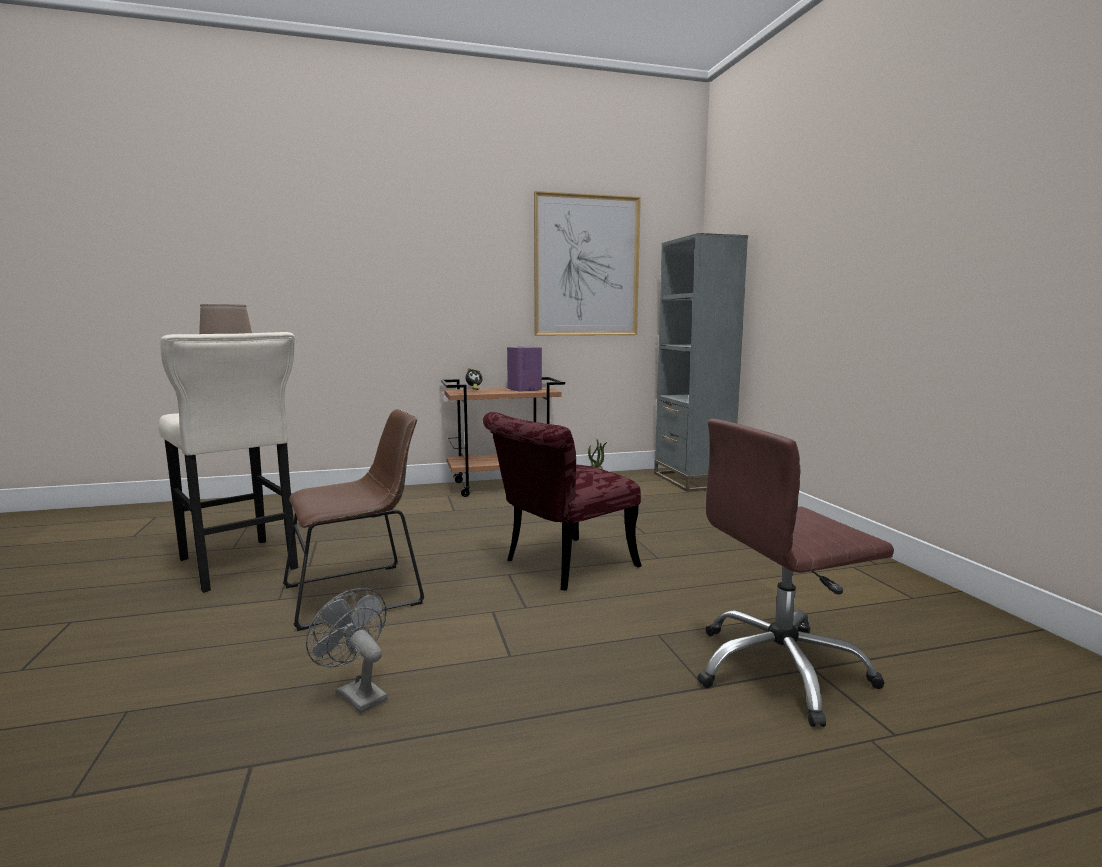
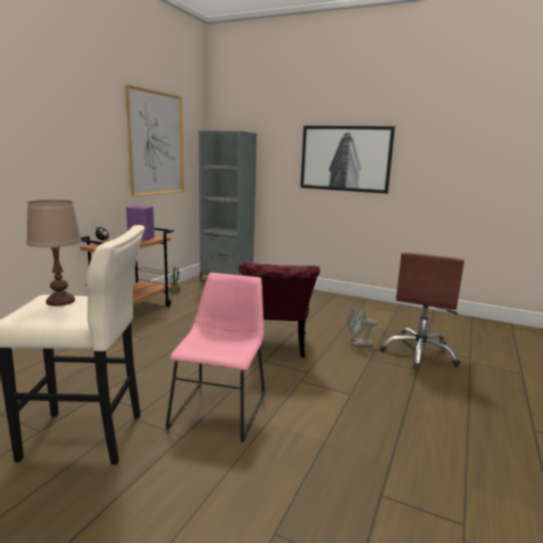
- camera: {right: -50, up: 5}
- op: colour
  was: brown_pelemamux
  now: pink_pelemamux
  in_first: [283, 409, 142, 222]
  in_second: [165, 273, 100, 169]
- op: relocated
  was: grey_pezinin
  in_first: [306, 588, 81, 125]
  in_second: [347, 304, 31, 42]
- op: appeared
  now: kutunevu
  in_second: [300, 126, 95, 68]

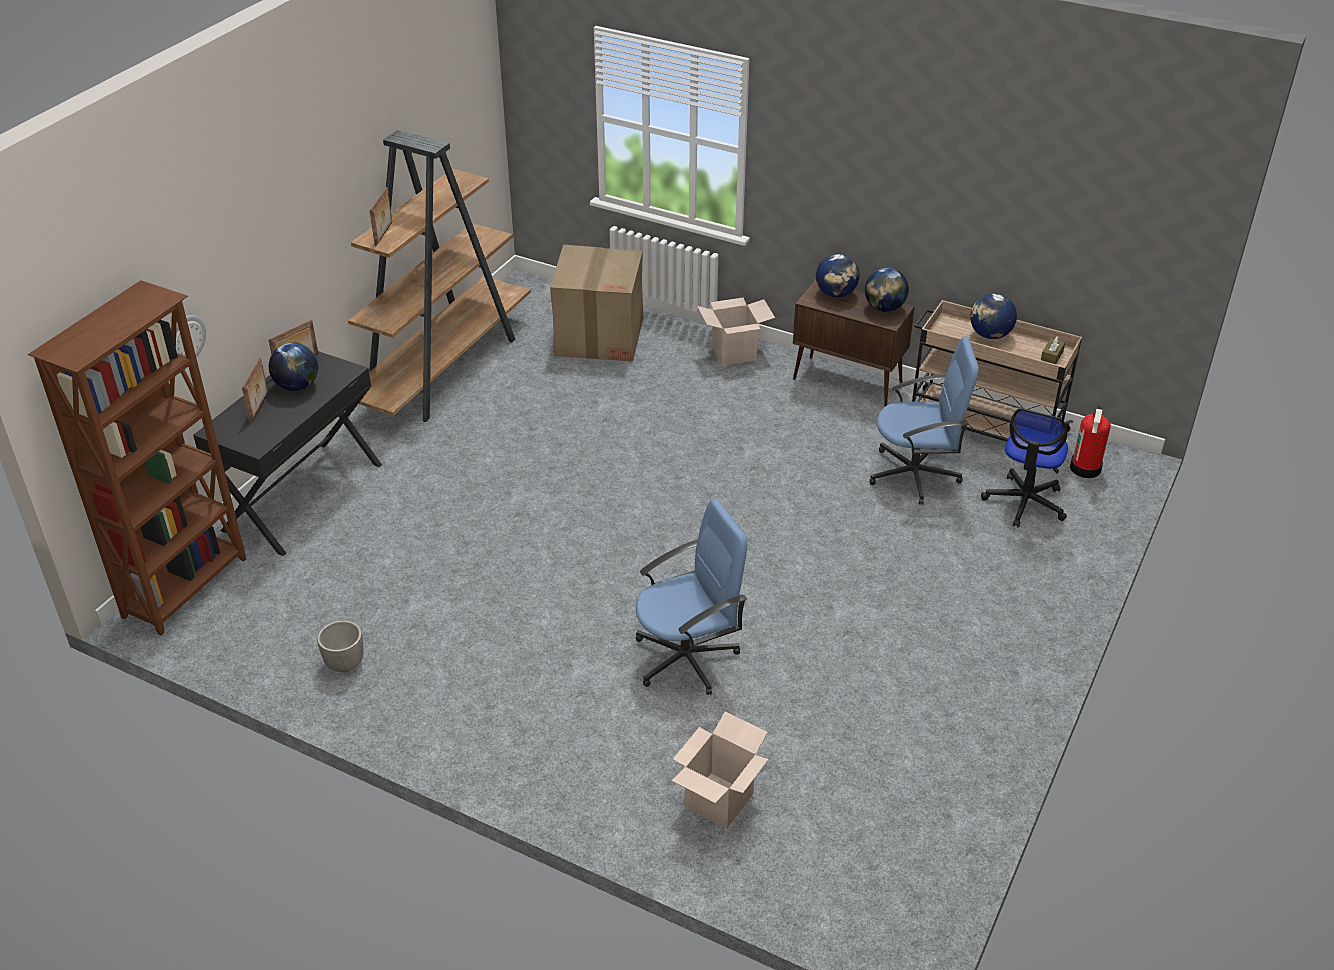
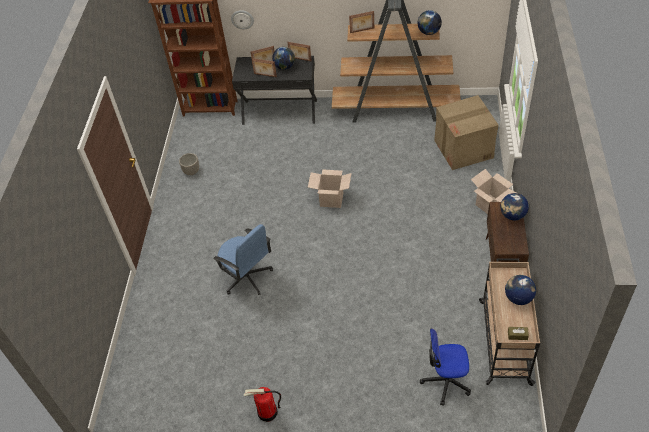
- camera: {right: 70, up: 10}
- op: relocated
  was: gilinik
  in_first: [865, 268, 44, 44]
  in_second: [418, 10, 24, 25]
- op: missing
  was: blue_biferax
  in_first: [869, 337, 110, 168]
- op: relocated
  was: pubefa
  in_first: [1070, 406, 41, 72]
  in_second: [244, 387, 37, 35]
- op: relocated
  was: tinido
  in_first: [672, 712, 97, 117]
  in_second: [308, 169, 43, 39]
- op: appeared
  now: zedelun
  in_second: [251, 58, 26, 19]

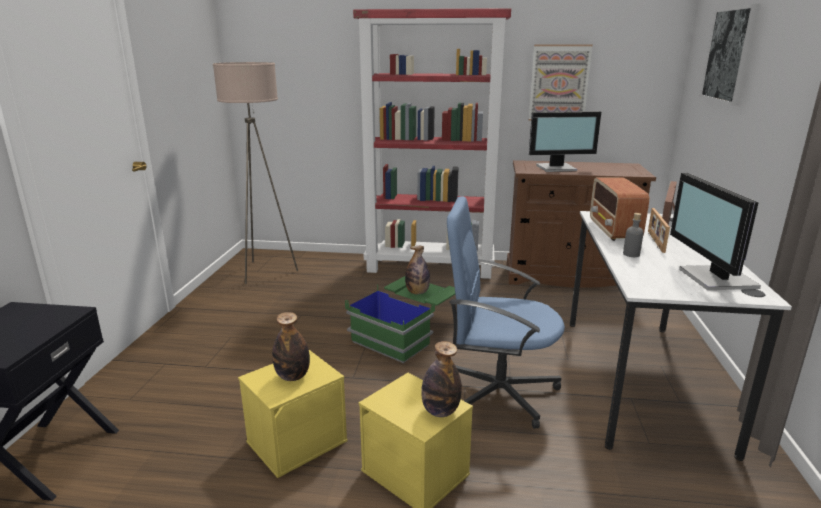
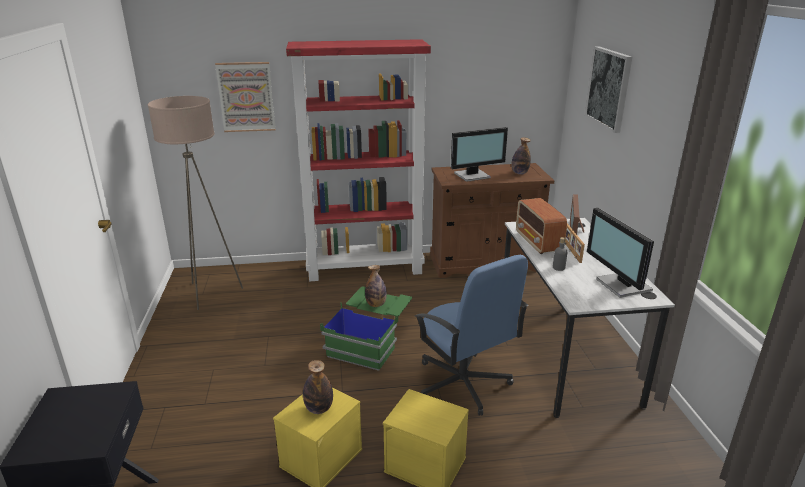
- camera: {right: -15, up: 5}
- op: relocated
  was: kutunevu
  in_first: [529, 44, 64, 76]
  in_second: [215, 62, 61, 70]
- op: spun
  was: blue_biferax
  in_first: [447, 197, 118, 232]
  in_second: [415, 255, 113, 161]
  clockwise: -120
- op: relocated
  was: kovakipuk
  in_first: [421, 341, 41, 76]
  in_second: [512, 137, 19, 37]

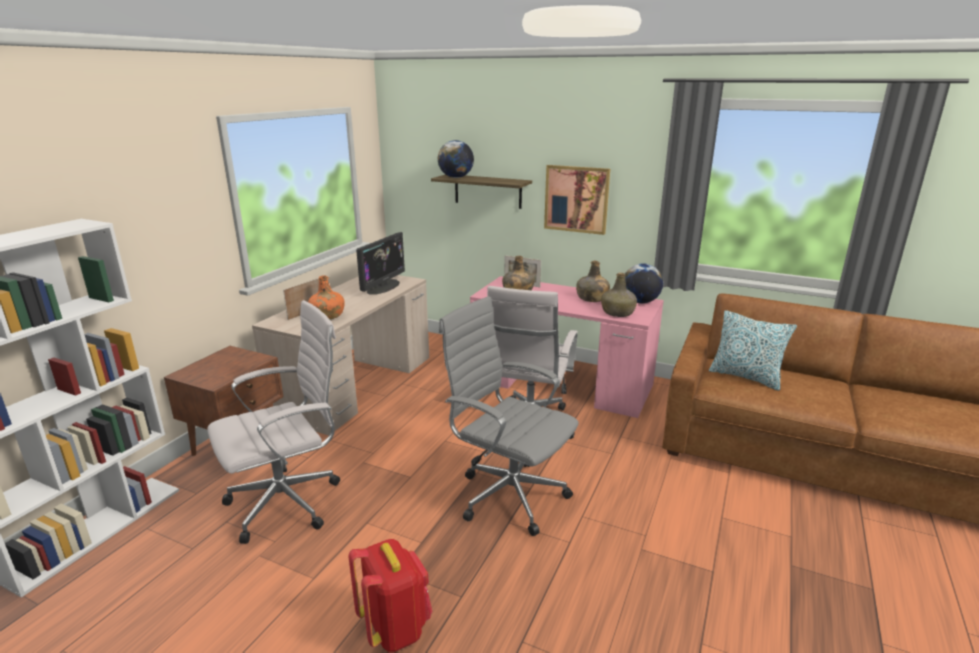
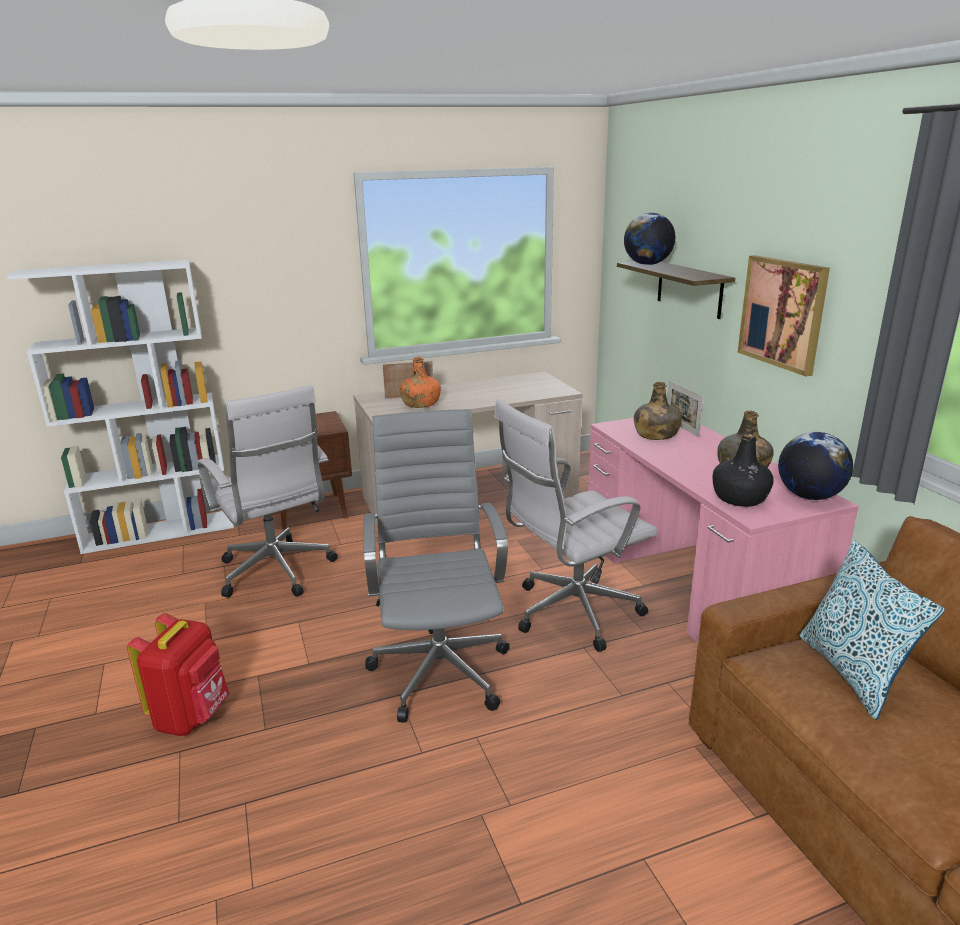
- camera: {right: 45, up: 0}
- op: missing
  was: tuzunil
  in_first: [356, 232, 49, 63]
- op: colour
  was: green_kovakipuk
  now: black_kovakipuk
  in_first: [601, 273, 36, 44]
  in_second: [713, 434, 61, 73]
- op: spun
  was: white_biferax
  in_first: [207, 300, 133, 244]
  in_second: [198, 385, 140, 212]
  clockwise: 45

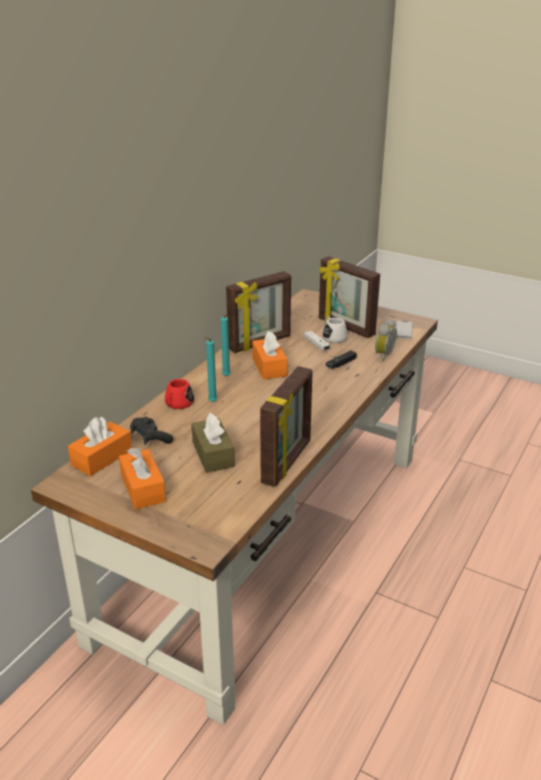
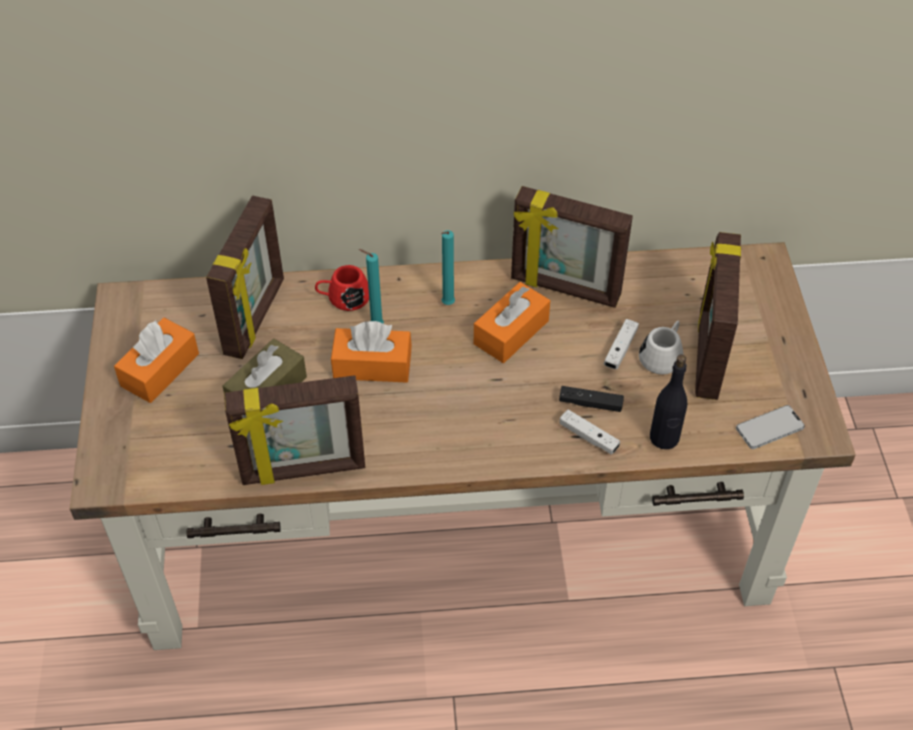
- camera: {right: 55, up: 20}
- op: exchanged
  was: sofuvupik
  now: black_kovakipuk
  in_first: [375, 319, 22, 42]
  in_second: [650, 354, 37, 95]
- op: exchanged
  was: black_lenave
  now: zedelun
  in_first: [130, 416, 43, 29]
  in_second: [206, 196, 78, 163]
- op: relocated
  was: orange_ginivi
  in_first: [68, 417, 64, 59]
  in_second: [331, 321, 81, 61]
- op: appeared
  now: white_lenave
  in_second: [559, 409, 61, 45]

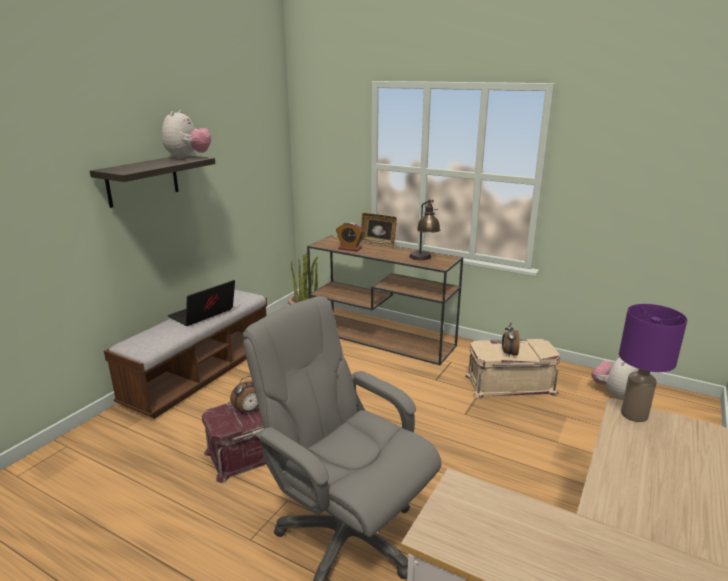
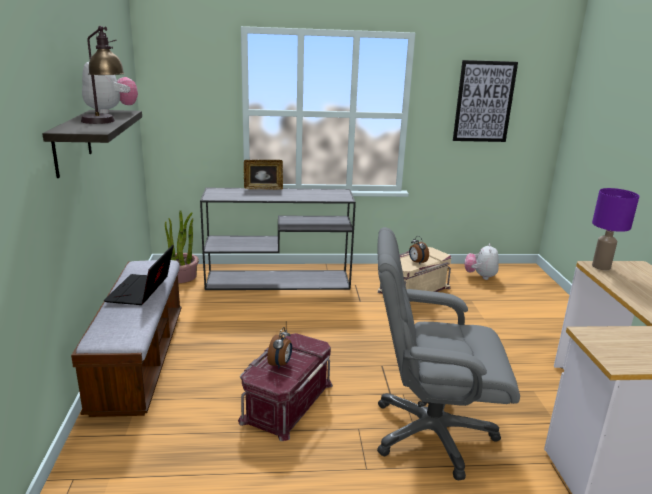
- camera: {right: -35, up: 0}
- op: relocated
  was: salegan
  in_first: [409, 199, 31, 61]
  in_second: [81, 26, 44, 98]
- op: missing
  was: sofuvupik
  in_first: [336, 222, 28, 29]
- op: colour
  was: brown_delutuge
  now: grey_delutuge
  in_first: [307, 235, 156, 130]
  in_second: [200, 188, 156, 102]
- op: appeared
  now: kutunevu
  in_second: [453, 60, 65, 82]

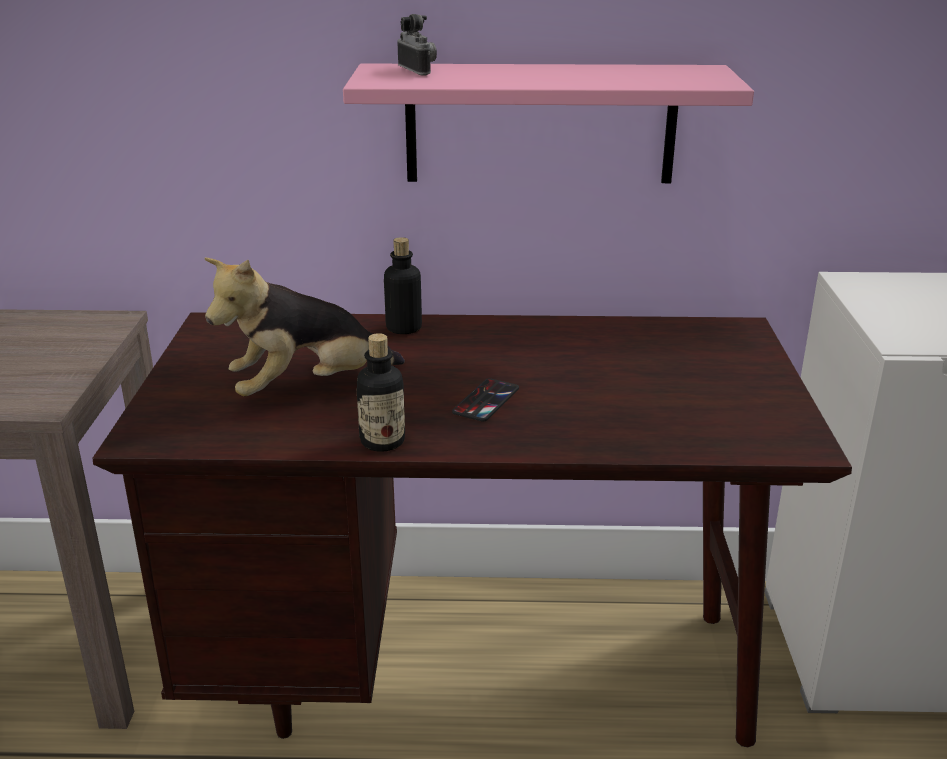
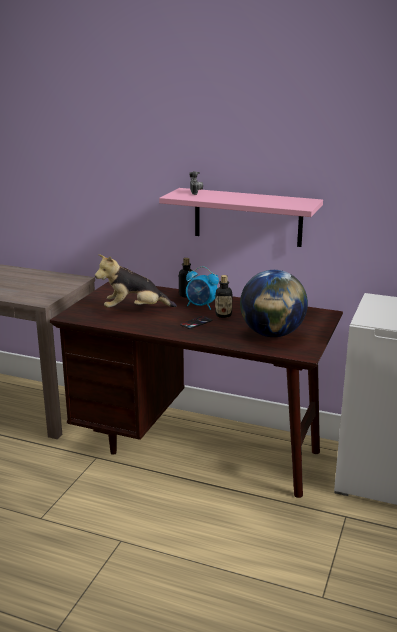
- camera: {right: 20, up: -5}
- op: relocated
  was: kovakipuk
  in_first: [356, 333, 49, 119]
  in_second: [215, 275, 18, 43]
- op: appeared
  now: sofuvupik
  in_second: [186, 266, 33, 44]
- op: appeared
  now: gilinik
  in_second: [240, 270, 68, 67]

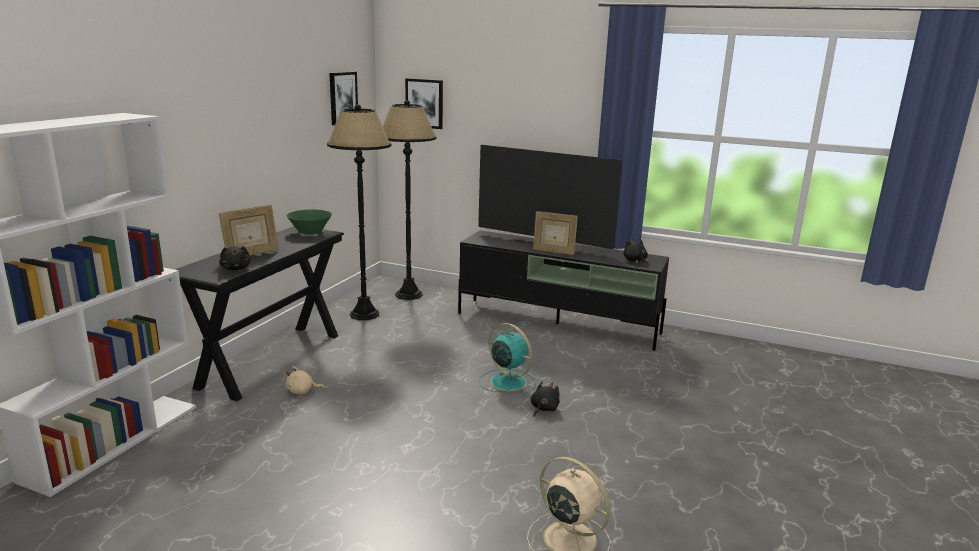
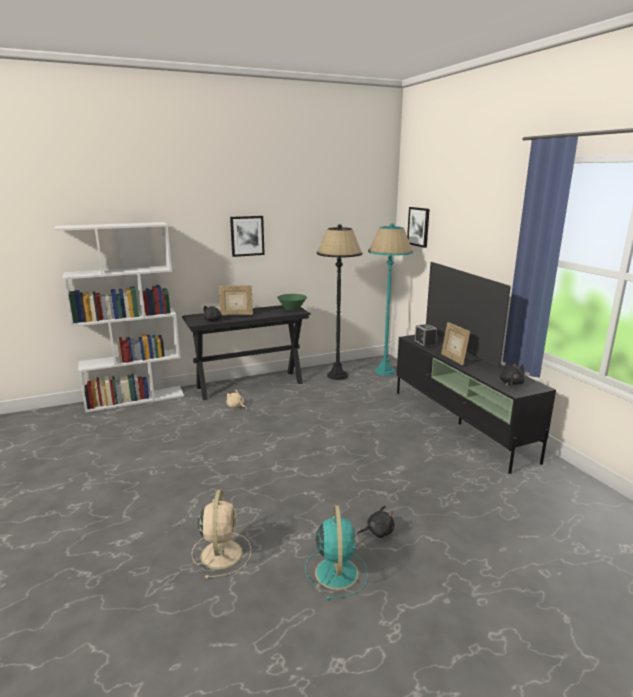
- camera: {right: 45, up: 0}
- op: relocated
  was: kutunevu
  in_first: [330, 72, 28, 53]
  in_second: [230, 216, 35, 41]
- op: colour
  was: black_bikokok
  now: turquoise_bikokok
  in_first: [383, 100, 54, 200]
  in_second: [368, 223, 45, 153]
- op: relocated
  was: turquoise_pezinin
  in_first: [479, 323, 57, 73]
  in_second: [305, 505, 63, 95]
- op: relocated
  was: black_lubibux
  in_first: [530, 381, 30, 36]
  in_second: [357, 506, 37, 32]
- op: appeared
  now: sofuvupik
  in_second: [414, 324, 23, 24]

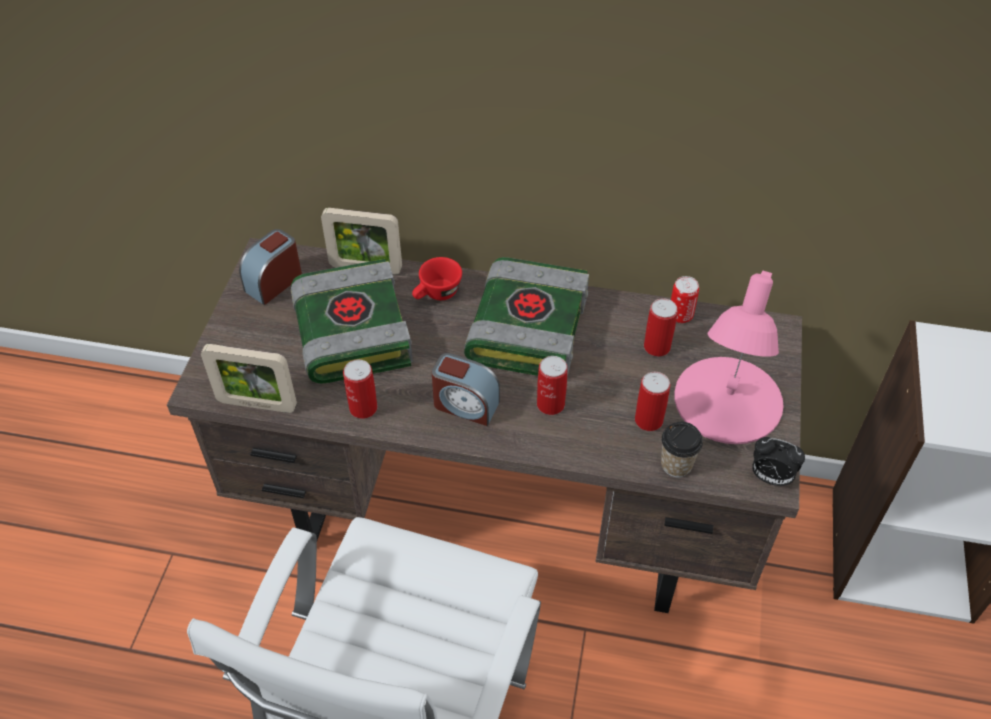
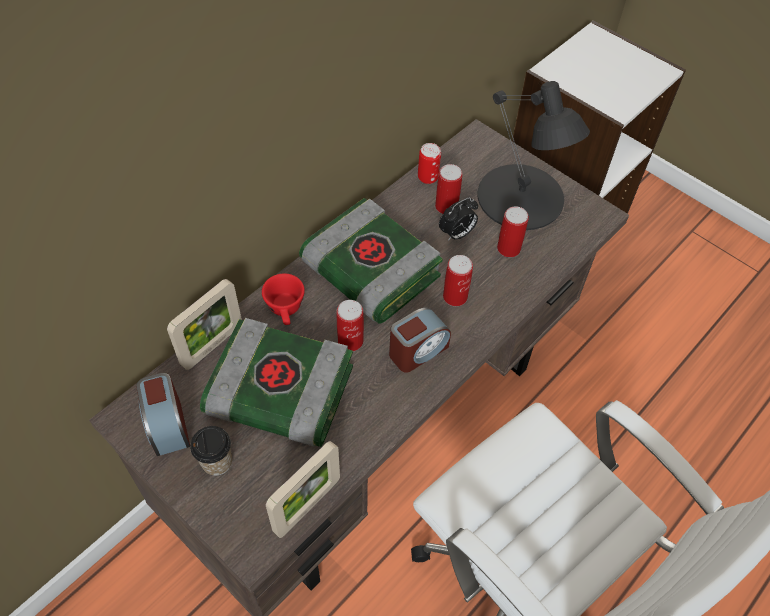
- camera: {right: -60, up: 5}
- op: colour
  was: pink_salegan
  now: black_salegan
  in_first: [674, 270, 110, 174]
  in_second: [478, 81, 112, 149]
- op: relocated
  was: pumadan
  in_first: [343, 359, 34, 60]
  in_second: [337, 300, 27, 51]
- op: relocated
  was: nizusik
  in_first: [661, 422, 42, 55]
  in_second: [190, 426, 42, 50]
- op: relocated
  was: sofuvupik
  in_first: [752, 437, 53, 49]
  in_second: [439, 197, 39, 44]

